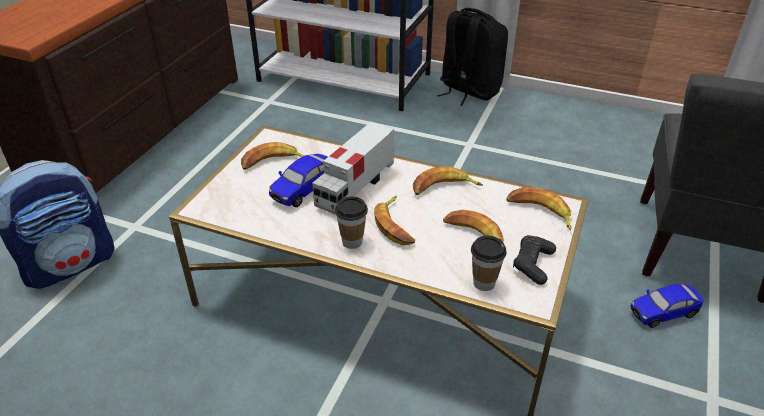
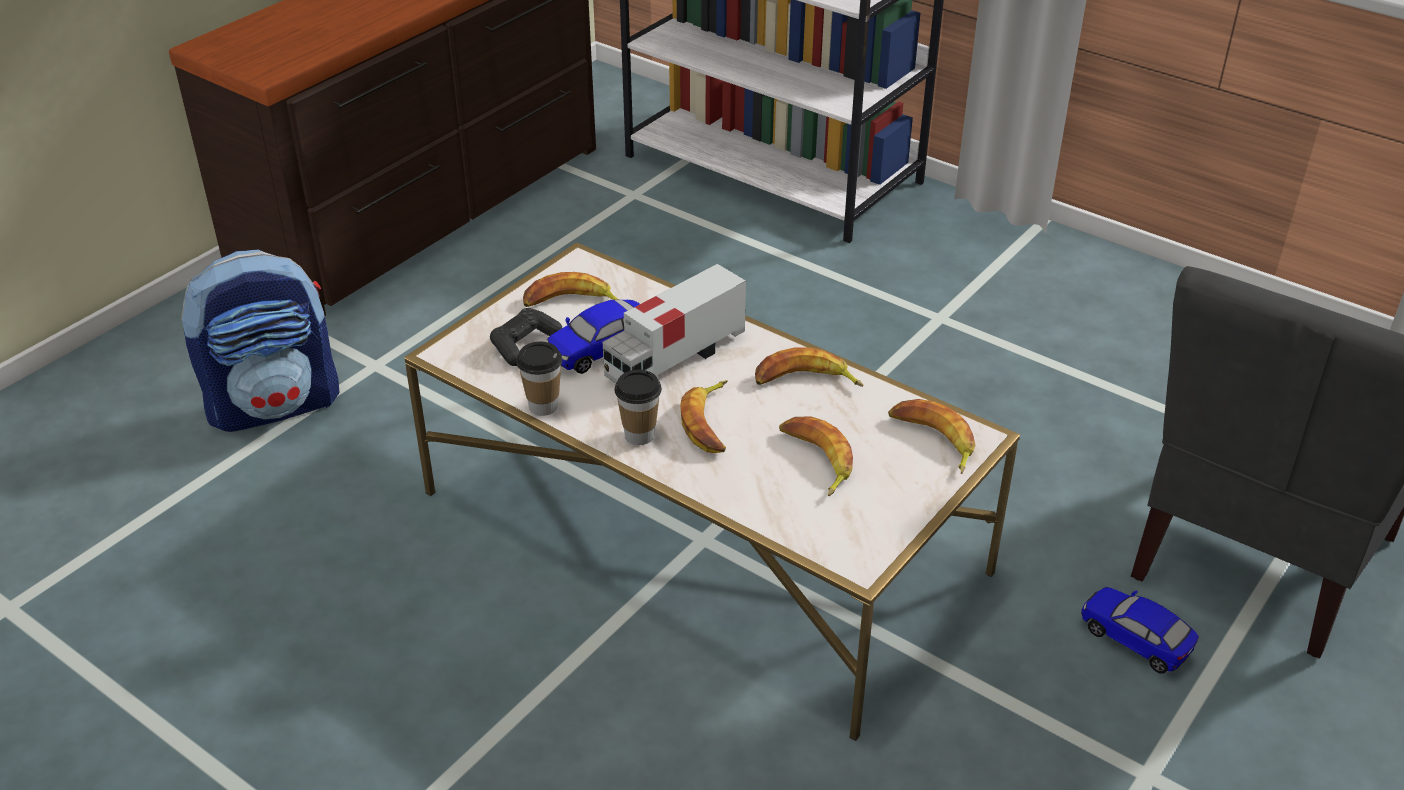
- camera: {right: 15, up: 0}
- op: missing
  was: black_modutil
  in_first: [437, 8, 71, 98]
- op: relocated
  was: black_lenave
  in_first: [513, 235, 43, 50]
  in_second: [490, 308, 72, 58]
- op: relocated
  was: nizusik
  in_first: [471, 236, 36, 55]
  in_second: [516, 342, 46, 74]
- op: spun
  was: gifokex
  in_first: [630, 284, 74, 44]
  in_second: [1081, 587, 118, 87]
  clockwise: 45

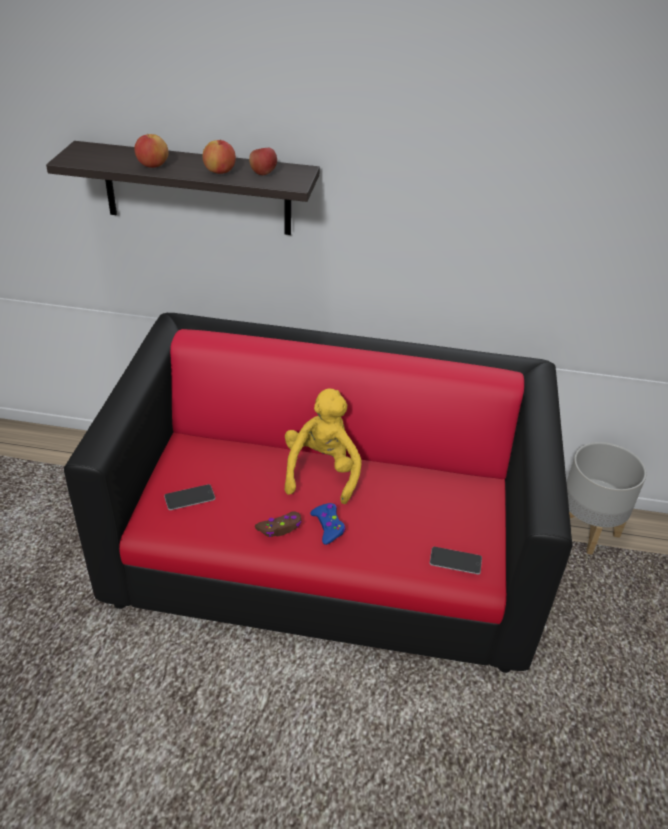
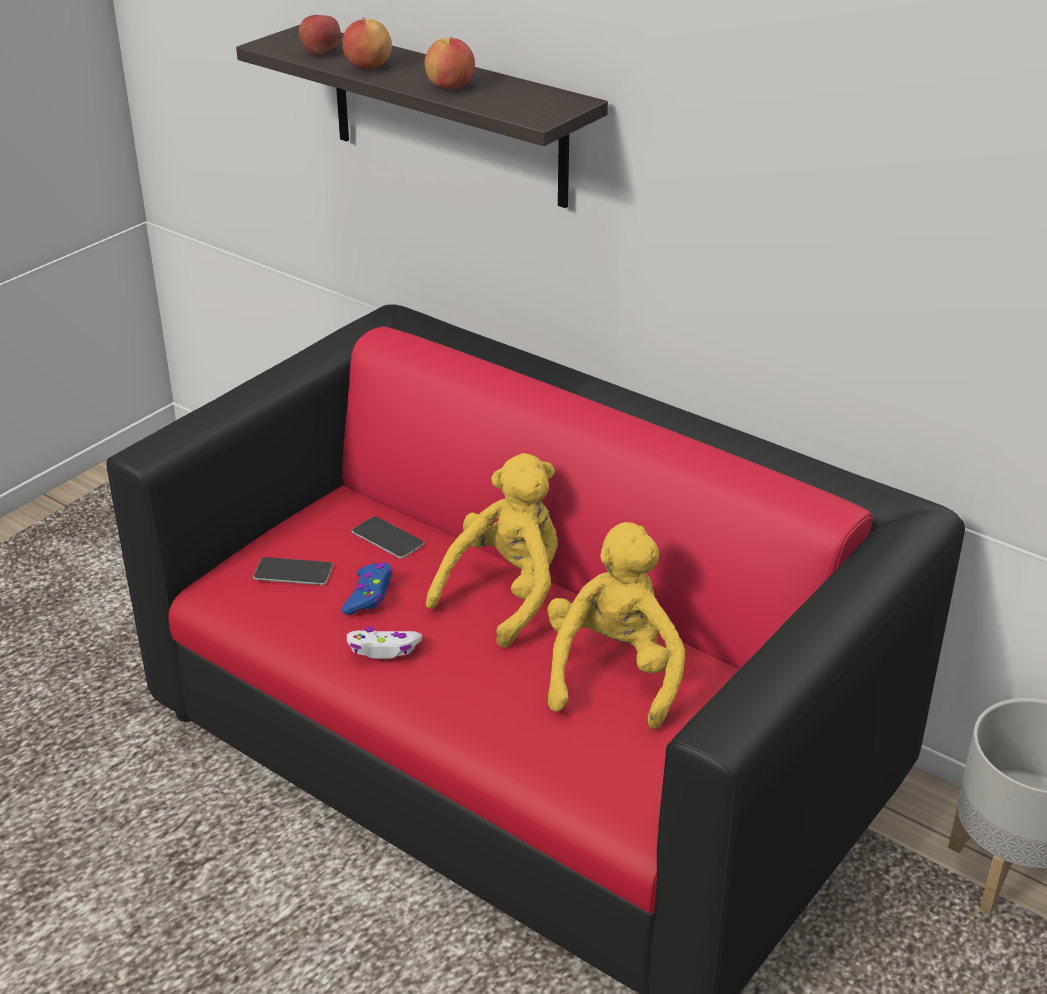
- camera: {right: 30, up: -5}
- op: relocated
  was: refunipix
  in_first: [249, 148, 28, 27]
  in_second: [299, 15, 42, 40]
- op: relocated
  was: blue_lenave
  in_first: [310, 503, 35, 42]
  in_second: [342, 563, 51, 52]
- op: colour
  was: brown_lenave
  now: white_lenave
  in_first: [255, 511, 46, 26]
  in_second: [347, 627, 75, 32]
- op: relocated
  was: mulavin
  in_first: [430, 547, 52, 27]
  in_second: [352, 516, 73, 43]
- op: appeared
  now: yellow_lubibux
  in_second: [547, 522, 138, 207]

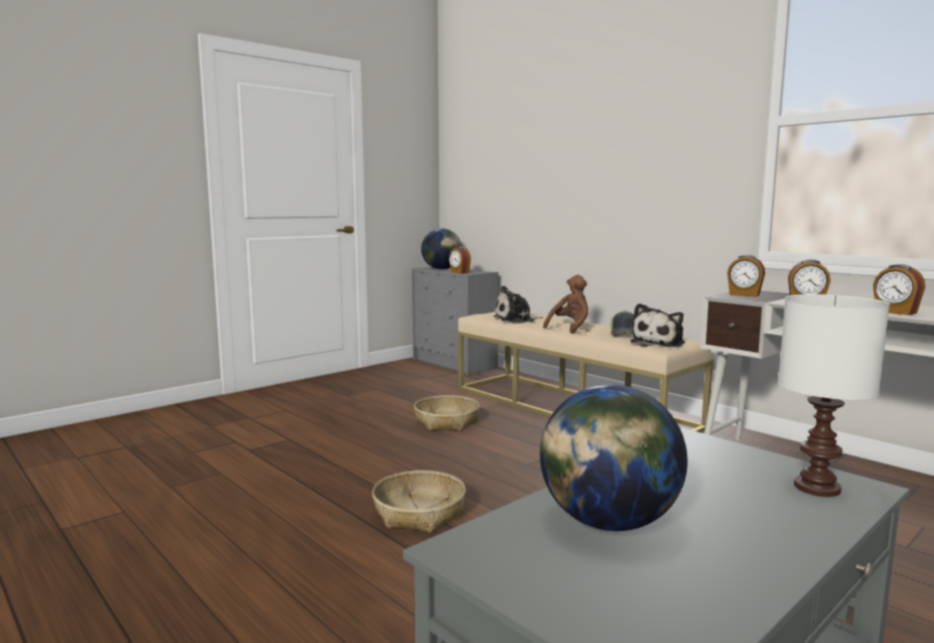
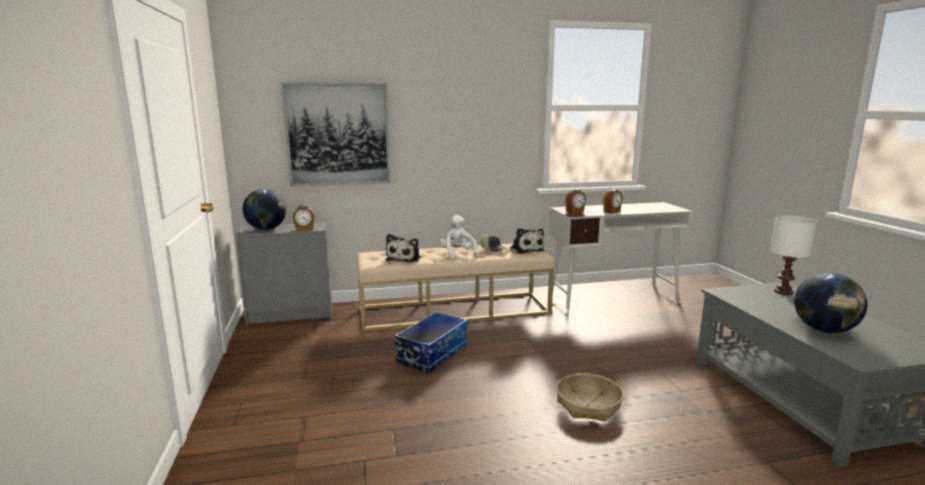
- camera: {right: -60, up: 5}
- op: missing
  was: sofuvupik
  in_first: [873, 264, 52, 51]
- op: colour
  was: brown_lubibux
  now: white_lubibux
  in_first: [543, 275, 45, 59]
  in_second: [439, 215, 39, 44]
- op: exchanged
  was: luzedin
  now: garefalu
  in_first: [414, 395, 66, 36]
  in_second: [394, 312, 74, 61]
- op: appeared
  now: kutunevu
  in_second: [281, 82, 109, 104]

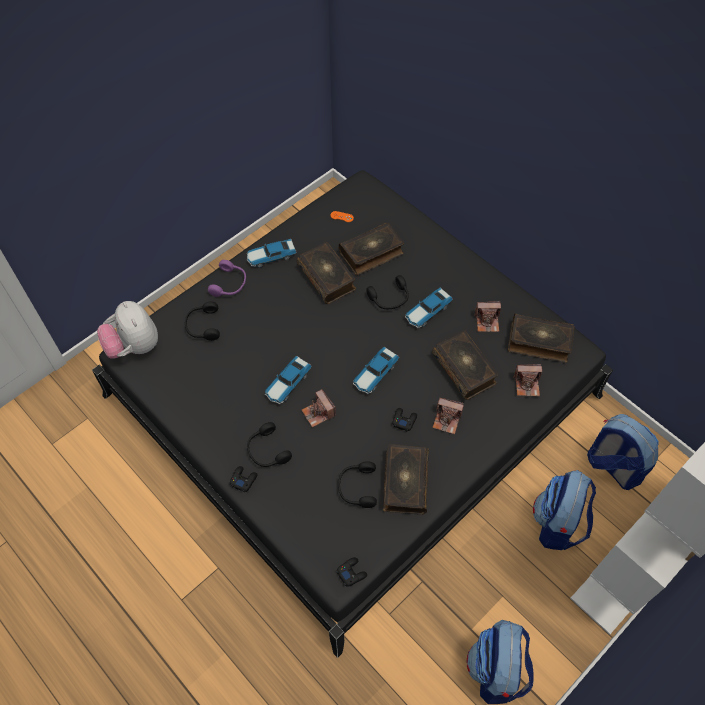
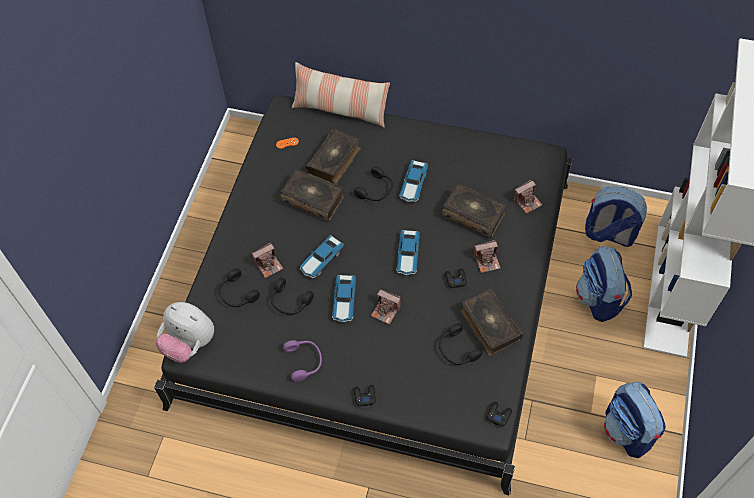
- camera: {right: -30, up: 0}
- op: relocated
  was: gifokex
  in_first: [247, 239, 50, 29]
  in_second: [300, 235, 44, 44]
- op: relocated
  was: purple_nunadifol
  in_first: [208, 260, 38, 37]
  in_second: [283, 340, 39, 42]
- op: relocated
  was: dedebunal
  in_first: [474, 301, 27, 31]
  in_second: [252, 243, 31, 35]
- op: missing
  was: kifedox
  in_first: [508, 313, 67, 49]
- op: relocated
  was: black_nunadifol
  in_first: [247, 422, 45, 45]
  in_second: [271, 278, 43, 37]
- op: appeared
  now: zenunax
  in_second: [292, 62, 98, 66]

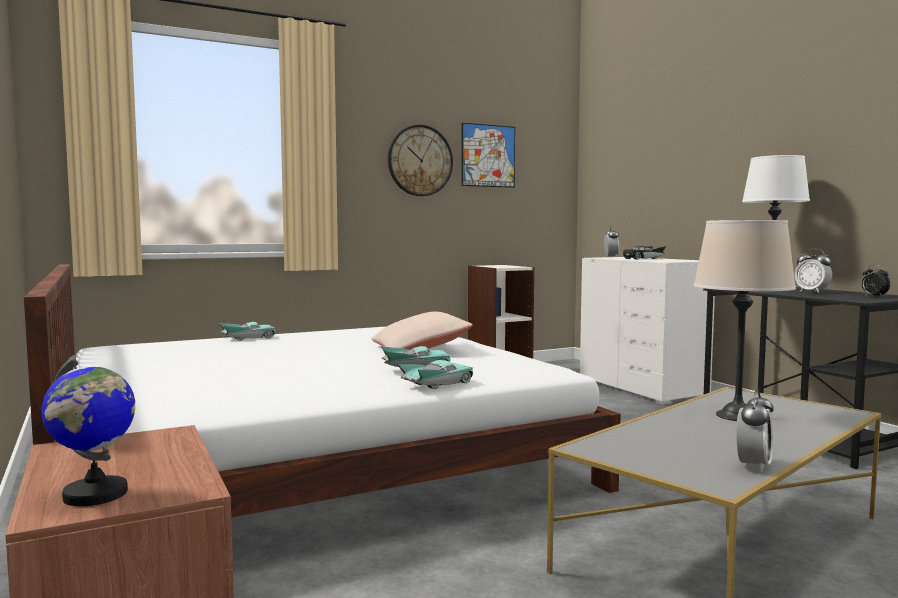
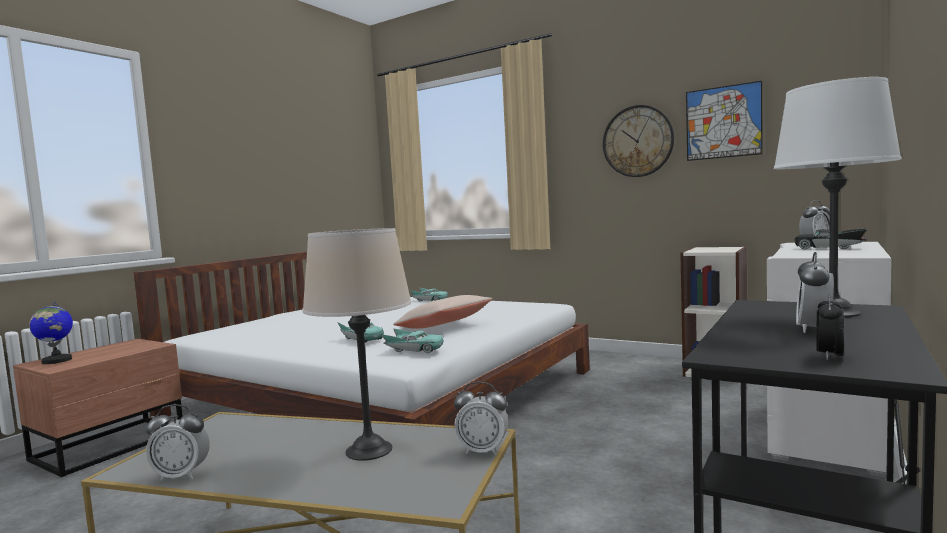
- camera: {right: 60, up: 0}
- op: relocated
  was: turquoise_gifokex
  in_first: [398, 360, 75, 29]
  in_second: [381, 328, 63, 25]
- op: appeared
  now: sofuvupik
  in_second: [454, 382, 54, 73]

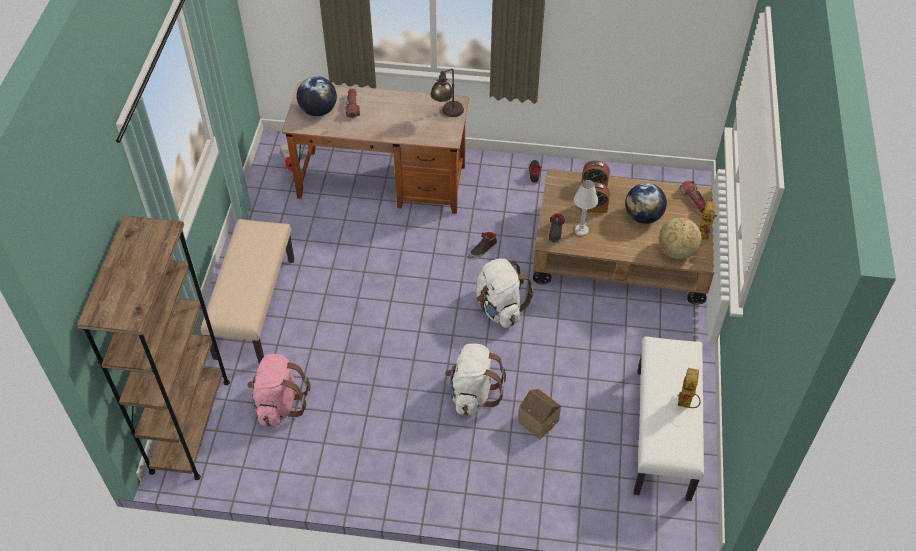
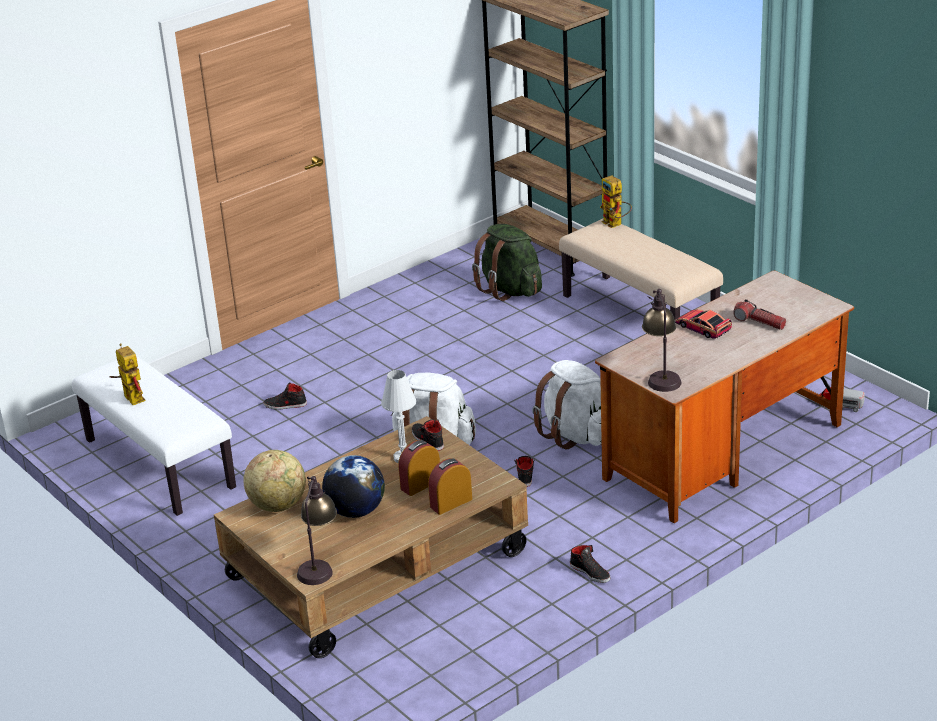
- camera: {right: 135, up: -20}
- op: missing
  was: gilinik
  in_first: [297, 76, 40, 40]
- op: exchanged
  was: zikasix
  now: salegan
  in_first: [680, 181, 26, 31]
  in_second: [297, 476, 40, 109]
- op: relocated
  was: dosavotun
  in_first: [696, 198, 21, 42]
  in_second: [600, 175, 32, 53]
- op: relocated
  was: white_modutil
  in_first: [445, 344, 61, 71]
  in_second: [532, 360, 70, 89]
- op: colour
  was: pink_modutil
  now: green_modutil
  in_first: [247, 354, 64, 72]
  in_second: [472, 224, 70, 77]
- op: exchanged
  was: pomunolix
  now: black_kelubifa
  in_first: [518, 389, 43, 50]
  in_second: [264, 382, 43, 28]
- op: appeared
  now: gifokex
  in_second: [675, 309, 57, 30]

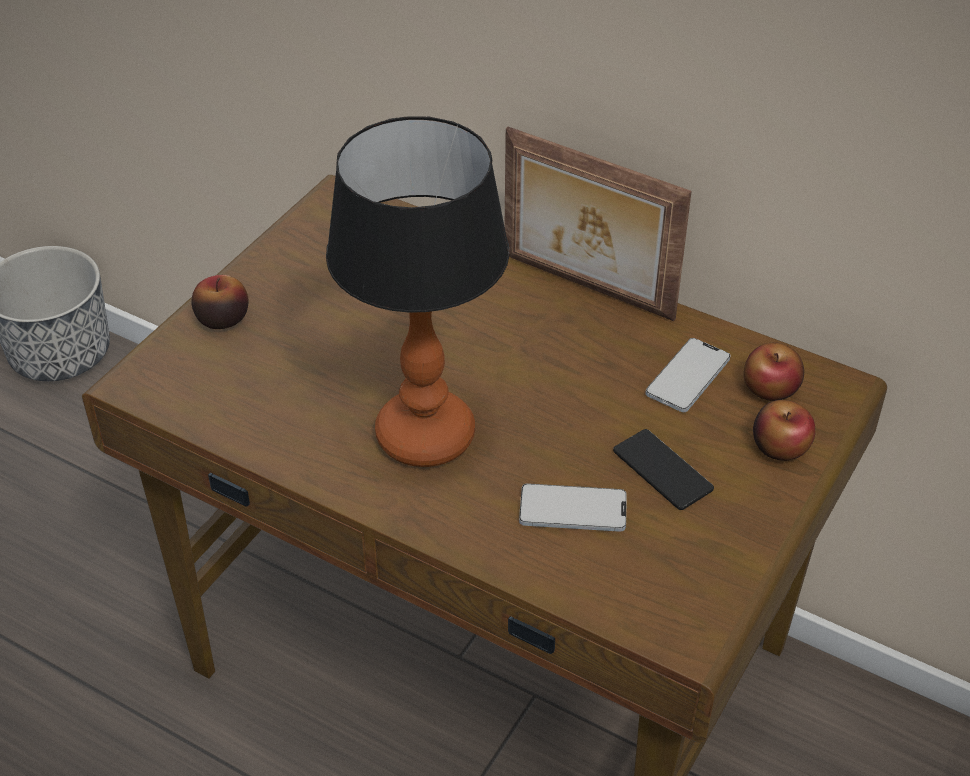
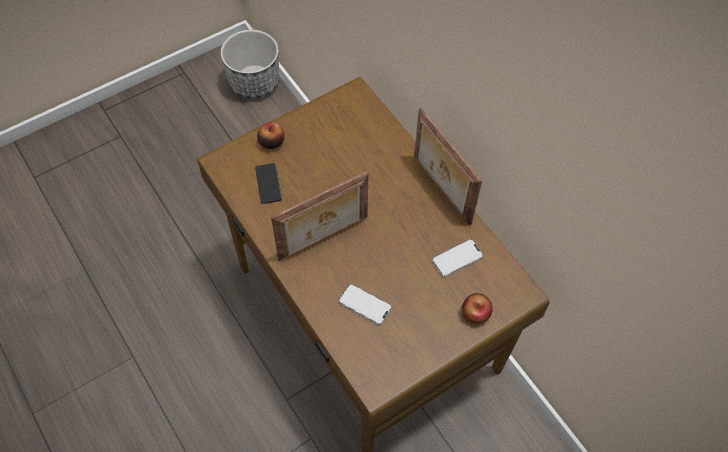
- camera: {right: 25, up: 15}
- op: exchanged
  was: salegan
  now: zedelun
  in_first: [326, 116, 184, 351]
  in_second: [271, 171, 98, 90]
- op: missing
  was: refunipix
  in_first: [744, 342, 60, 59]
- op: relocated
  was: mulavin
  in_first: [613, 429, 101, 81]
  in_second: [255, 163, 27, 41]

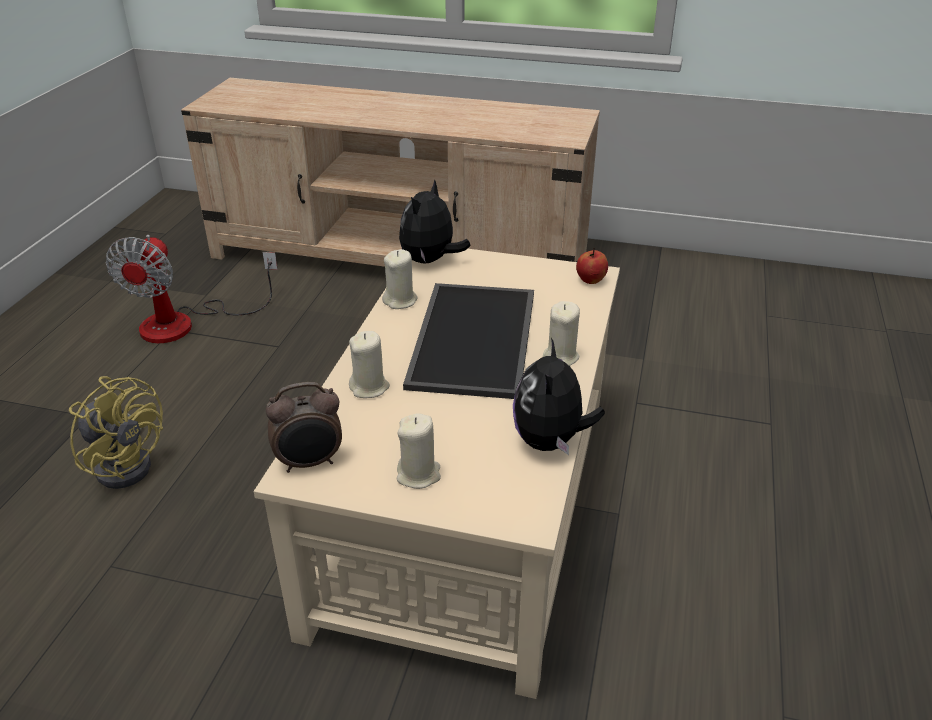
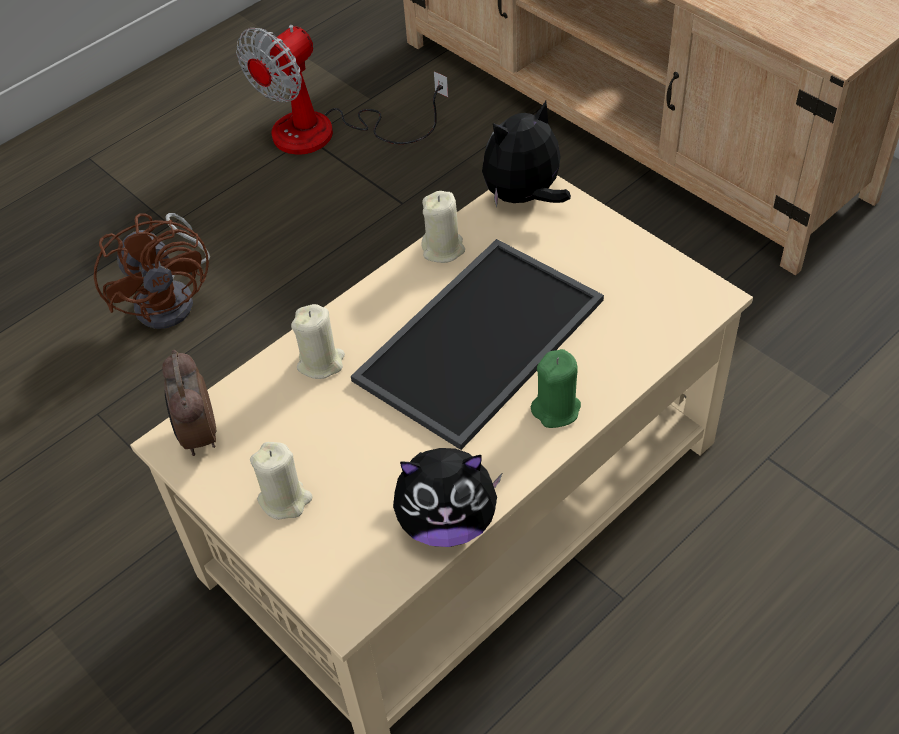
- camera: {right: 35, up: 15}
- op: missing
  was: refunipix
  in_first: [576, 247, 32, 37]
- op: colour
  was: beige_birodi
  now: green_birodi
  in_first: [543, 301, 37, 65]
  in_second: [531, 349, 50, 79]
- op: spun
  was: lubibux
  in_first: [513, 338, 92, 117]
  in_second: [393, 448, 110, 99]
  clockwise: -135
- op: colour
  was: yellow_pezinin
  now: brown_pezinin
  in_first: [69, 376, 94, 113]
  in_second: [94, 213, 116, 116]
- op: spun
  was: sofuvupik
  in_first: [266, 382, 76, 91]
  in_second: [162, 350, 54, 106]
  clockwise: 60

